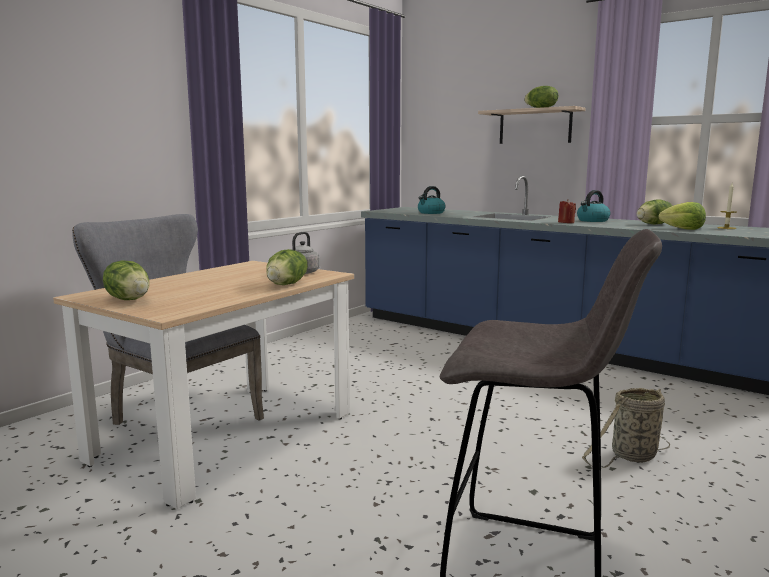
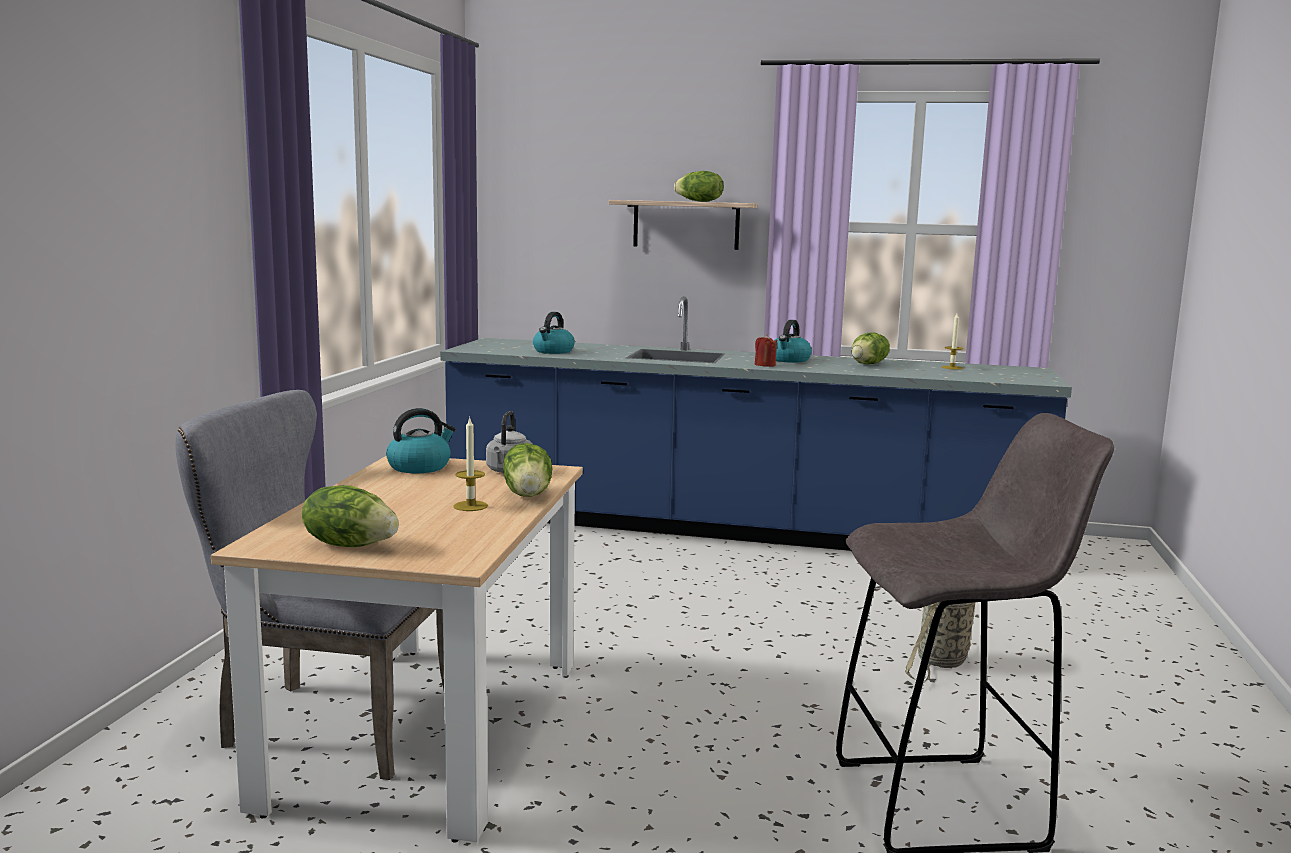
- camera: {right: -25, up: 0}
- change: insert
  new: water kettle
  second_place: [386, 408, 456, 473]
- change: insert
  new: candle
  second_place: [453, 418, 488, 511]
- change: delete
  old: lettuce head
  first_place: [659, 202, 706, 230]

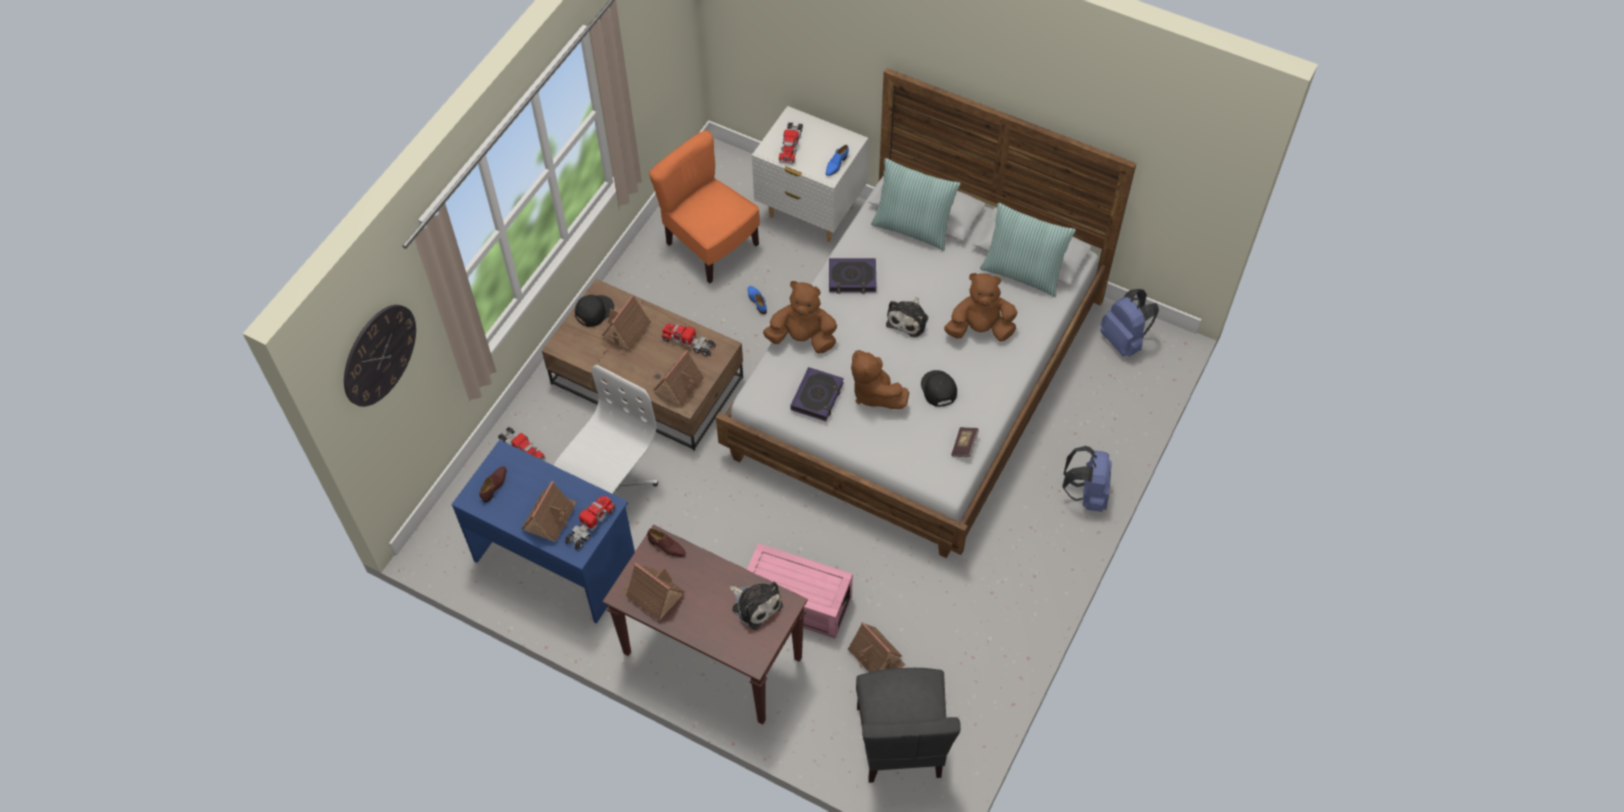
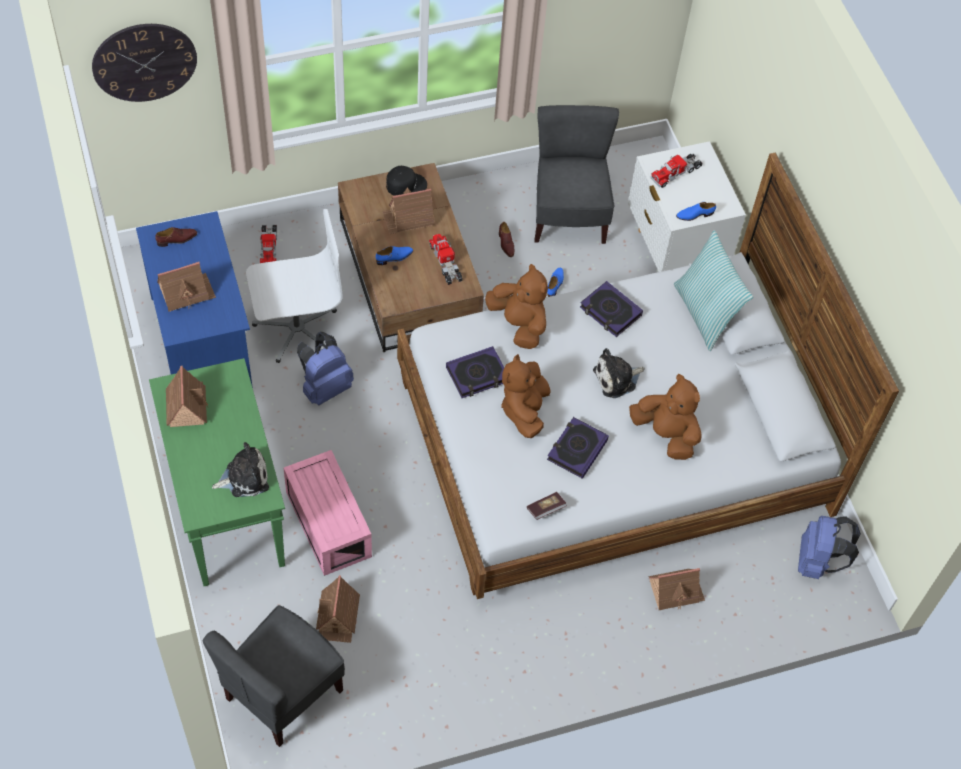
- camera: {right: 40, up: 0}
- change: recolor
  old: brown-coloured narrow table
  new: green-coloured narrow table
  first_place: [602, 525, 808, 724]
  second_place: [149, 358, 285, 586]
- change: rotate
  old: soft toy
  first_place: [730, 582, 783, 630]
  second_place: [212, 442, 269, 497]
  degrees: -105
- change: move
  old: blue-coloured knapsack
  first_place: [1062, 446, 1112, 512]
  second_place: [297, 332, 354, 405]
- change: insert
  new: blue-coloured shoe
  second_place: [376, 246, 413, 265]
- change: move
  old: brown-coloured shoe
  first_place: [647, 528, 686, 557]
  second_place: [499, 222, 514, 257]
- change: recolor
  old: orange-coloured chair
  new: grey chair
  first_place: [649, 130, 760, 283]
  second_place: [535, 105, 619, 244]
- change: replace
  old: black-coloured peaked cap
  new: book
  first_place: [921, 370, 957, 407]
  second_place: [547, 417, 609, 479]
- change: move
  old: miniature house
  first_place: [654, 350, 706, 406]
  second_place: [648, 568, 705, 610]
- change: delete
  old: toy lorry
  first_place: [564, 496, 616, 550]
- change: delete
  old: throw pillow
  first_place: [980, 203, 1076, 297]

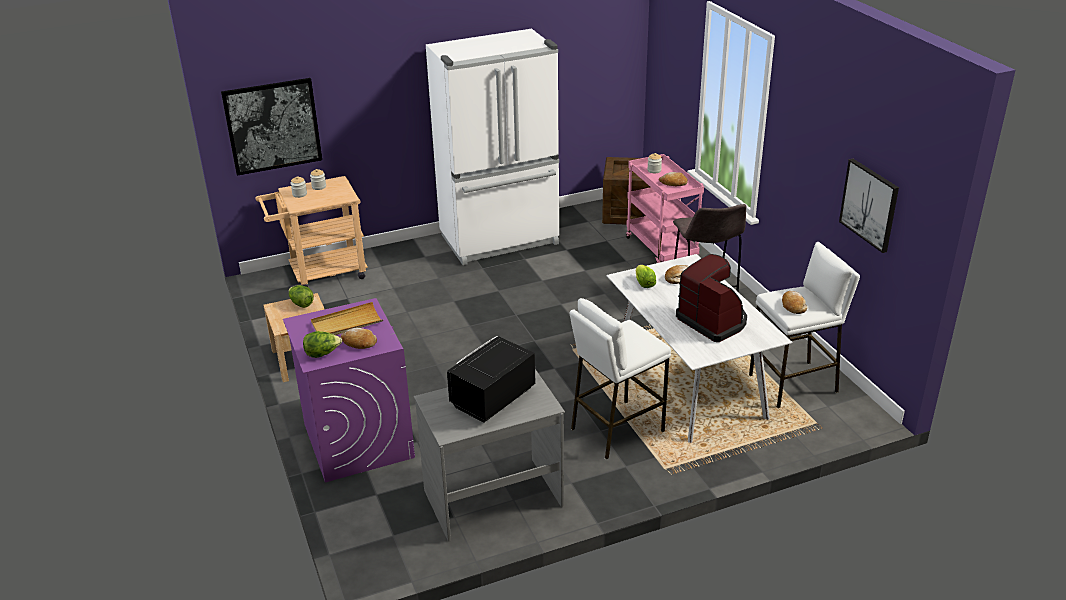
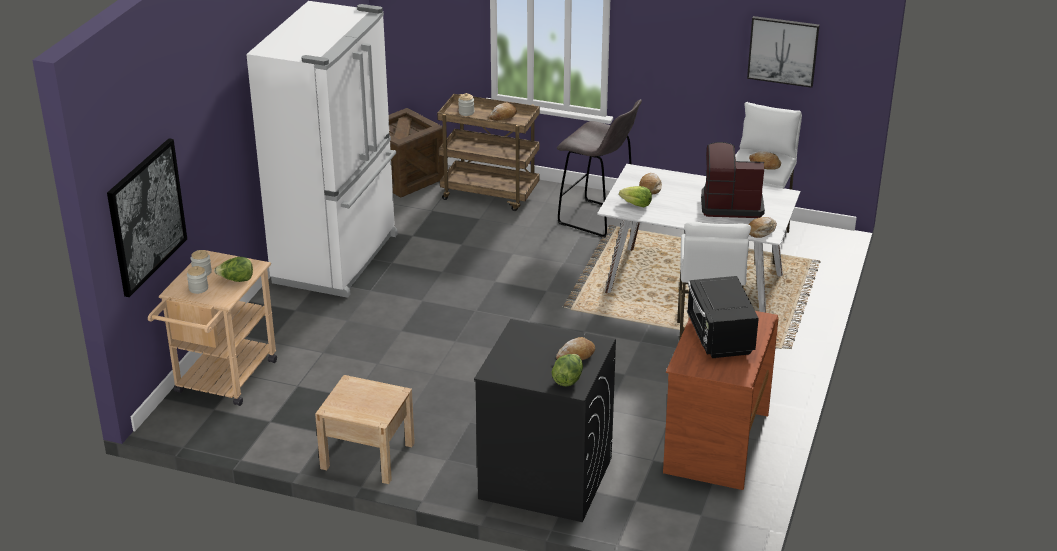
- camera: {right: -50, up: 0}
- change: move
  old: lettuce head
  first_place: [289, 285, 314, 308]
  second_place: [214, 257, 253, 282]
- change: recolor
  old: pink trolley
  new: brown-coloured trolley
  first_place: [626, 154, 704, 263]
  second_place: [437, 94, 540, 211]
- change: recolor
  old: purple washing machine
  new: black-coloured washing machine
  first_place: [283, 298, 415, 482]
  second_place: [474, 319, 616, 522]
- change: recolor
  old: grey desk table
  new: brown-coloured desk table
  first_place: [414, 369, 565, 542]
  second_place: [663, 311, 779, 490]
- change: insert
  new: bread
  second_place: [748, 217, 777, 238]
- change: delete
  old: beige-coloured serving tray
  first_place: [311, 302, 383, 335]

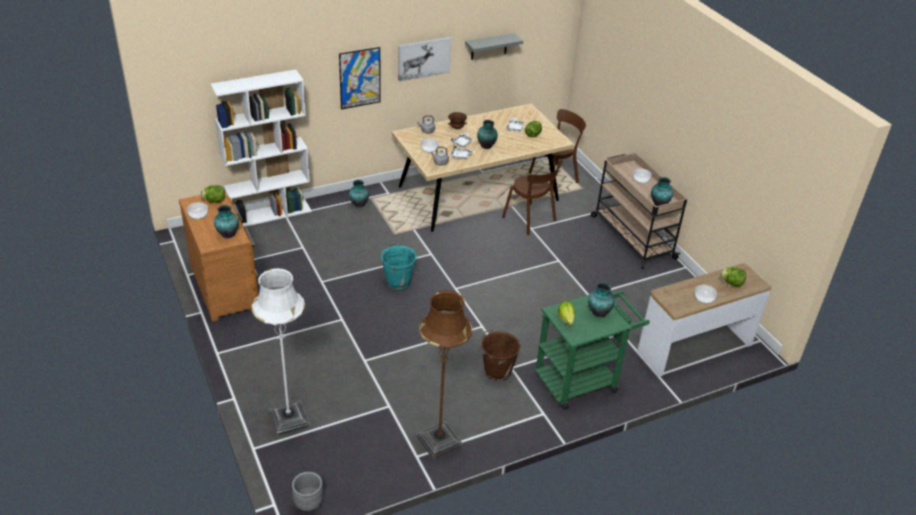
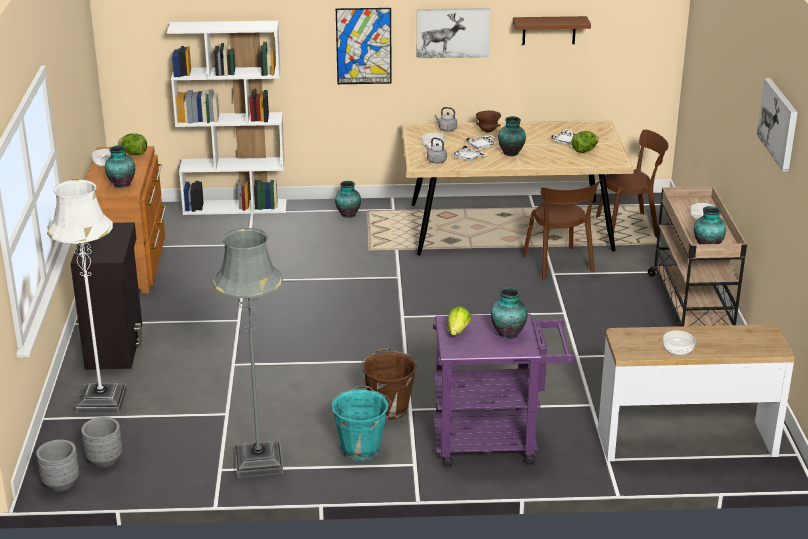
- camera: {right: 25, up: -10}
- change: insert
  new: black-coloured cupboard
  second_place: [70, 222, 143, 370]
- change: insert
  new: grey flower pot
  second_place: [81, 417, 122, 467]
- change: recolor
  old: brown-coloured floor lamp
  new: grey floor lamp
  first_place: [416, 290, 472, 460]
  second_place: [213, 228, 283, 478]
- change: move
  old: turquoise-coloured water bucket
  first_place: [379, 243, 417, 290]
  second_place: [331, 386, 392, 461]
- change: recolor
  old: green-coloured trolley
  new: purple trolley
  first_place: [535, 291, 650, 410]
  second_place: [433, 314, 575, 467]
- change: recolor
  old: grey wall shelf
  new: brown-coloured wall shelf
  first_place: [465, 33, 523, 60]
  second_place: [513, 16, 591, 45]
- change: insert
  new: picture
  second_place: [757, 78, 798, 172]
- change: delete
  old: lettuce head
  first_place: [720, 267, 746, 286]

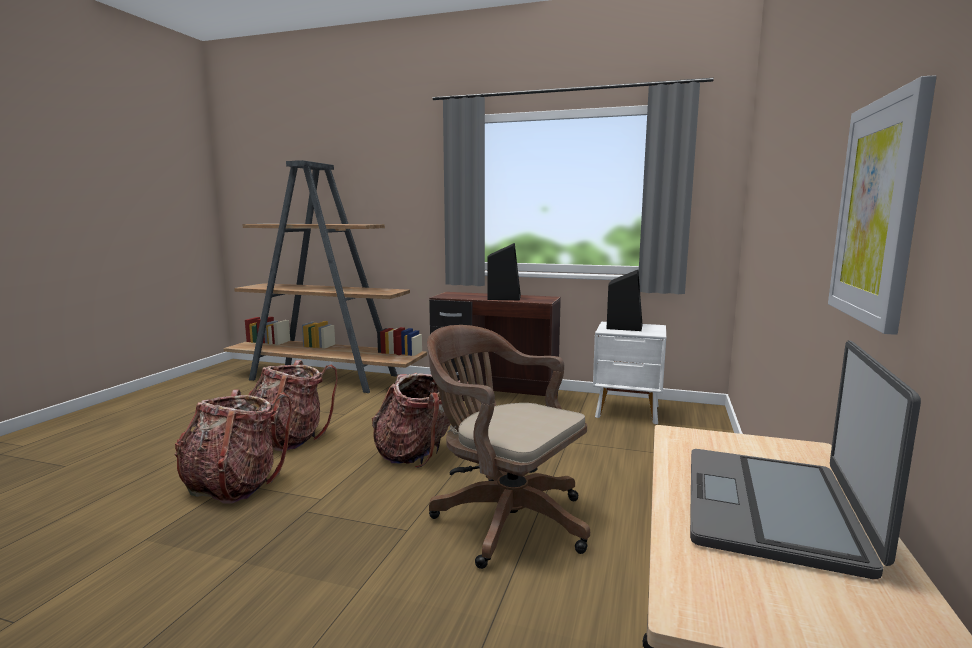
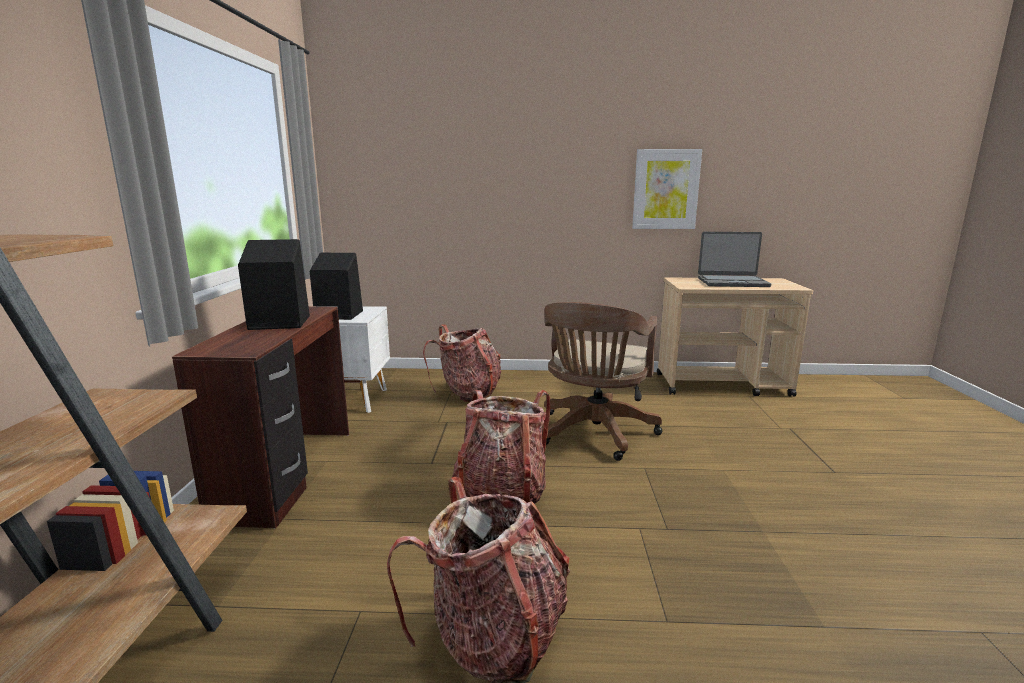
- camera: {right: -105, up: 5}
- change: move
  old: knapsack
  first_place: [174, 389, 292, 504]
  second_place: [423, 324, 502, 402]

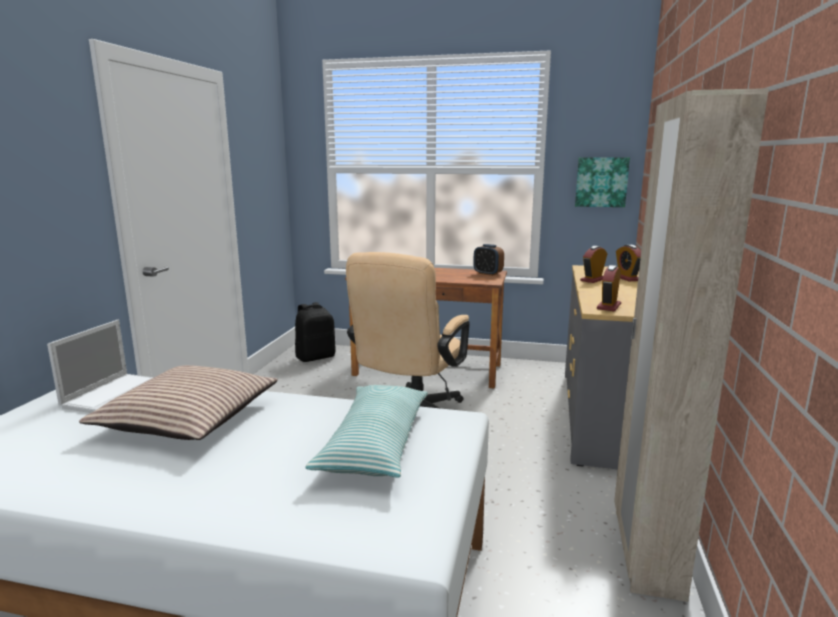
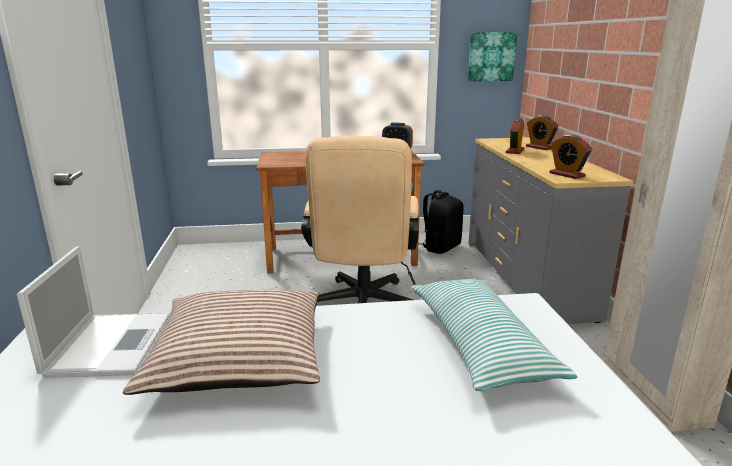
- camera: {right: -20, up: 5}
- change: move
  old: black-coloured knapsack
  first_place: [295, 302, 336, 362]
  second_place: [418, 190, 464, 254]
- change: rotate
  old: alarm clock
  first_place: [597, 265, 621, 311]
  second_place: [549, 135, 592, 179]
  degrees: -45

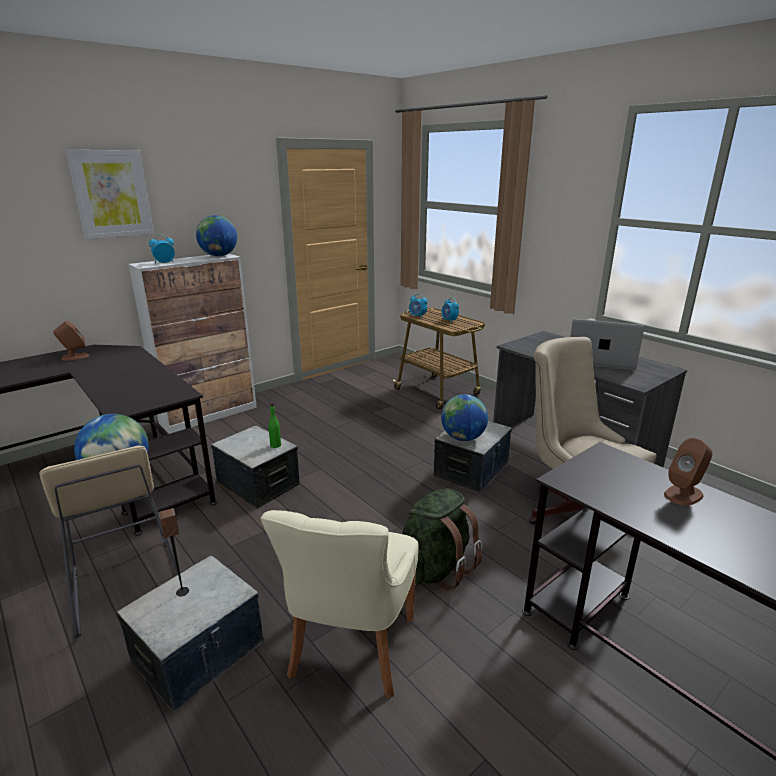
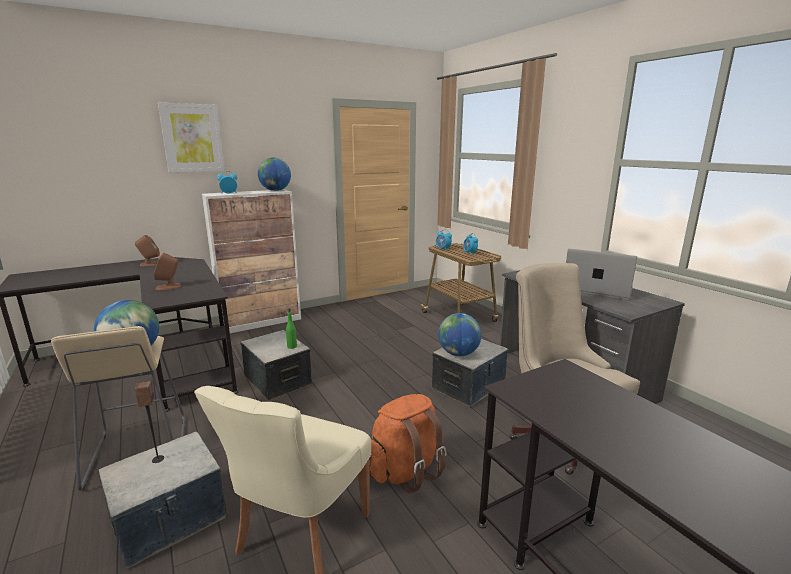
- camera: {right: 10, up: -5}
- change: move
  old: brown-coloured speaker
  first_place: [664, 438, 712, 506]
  second_place: [154, 253, 181, 290]
- change: recolor
  old: green-coloured knapsack
  new: orange-coloured knapsack
  first_place: [403, 489, 483, 591]
  second_place: [369, 394, 447, 493]

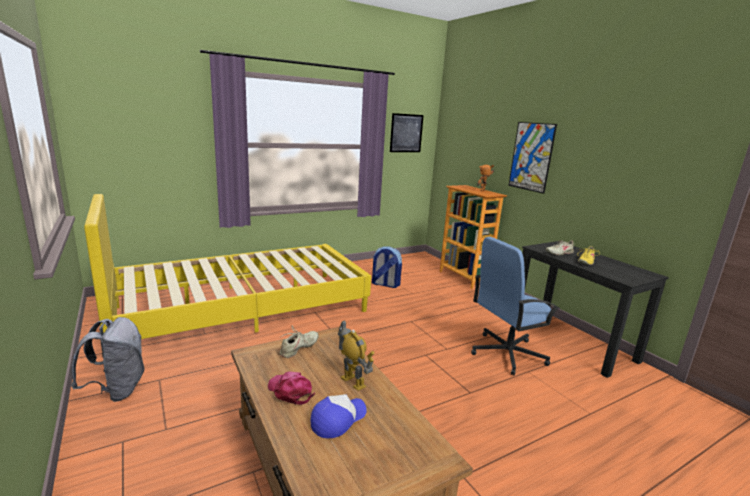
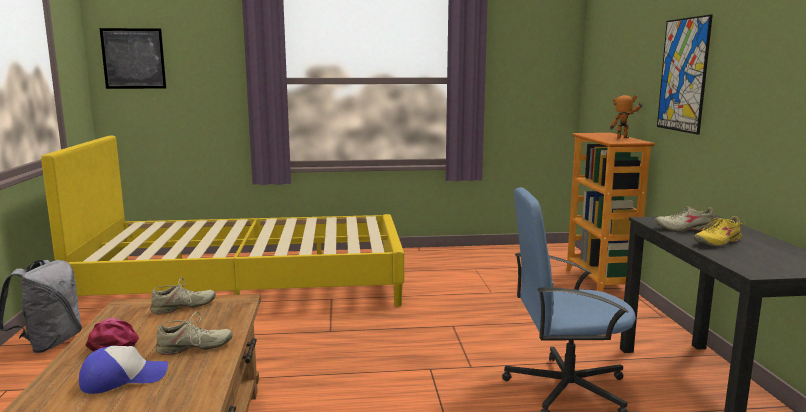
- camera: {right: 25, up: -5}
- change: move
  old: picture
  first_place: [390, 113, 424, 152]
  second_place: [100, 28, 166, 89]
- change: replace
  old: toy robot
  new: beige-coloured shoe
  first_place: [338, 320, 374, 391]
  second_place: [155, 312, 233, 355]
- change: delete
  old: knapsack
  first_place: [372, 246, 402, 288]

